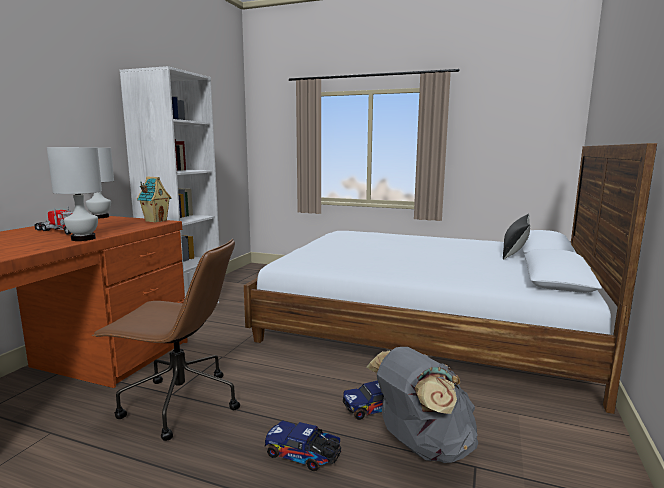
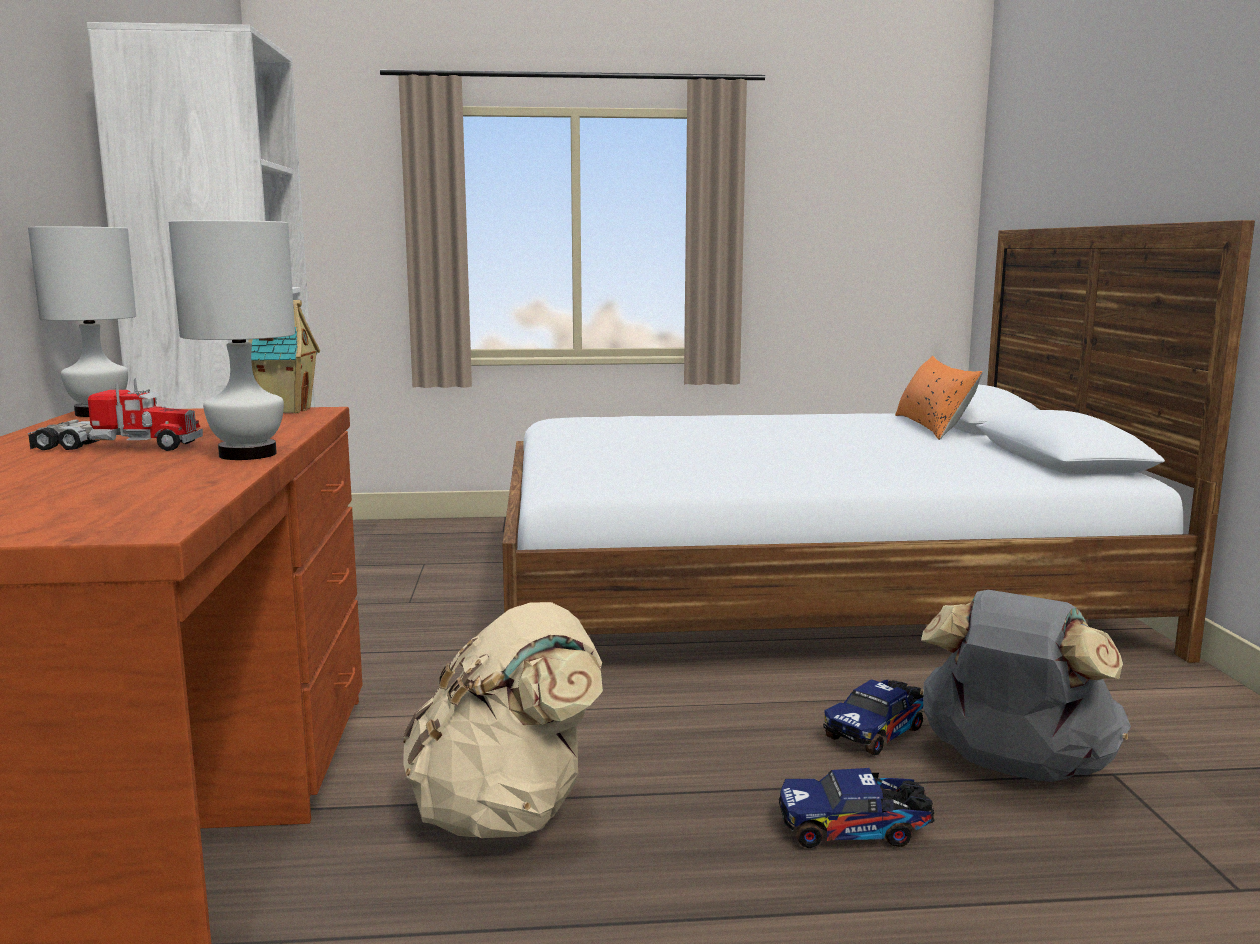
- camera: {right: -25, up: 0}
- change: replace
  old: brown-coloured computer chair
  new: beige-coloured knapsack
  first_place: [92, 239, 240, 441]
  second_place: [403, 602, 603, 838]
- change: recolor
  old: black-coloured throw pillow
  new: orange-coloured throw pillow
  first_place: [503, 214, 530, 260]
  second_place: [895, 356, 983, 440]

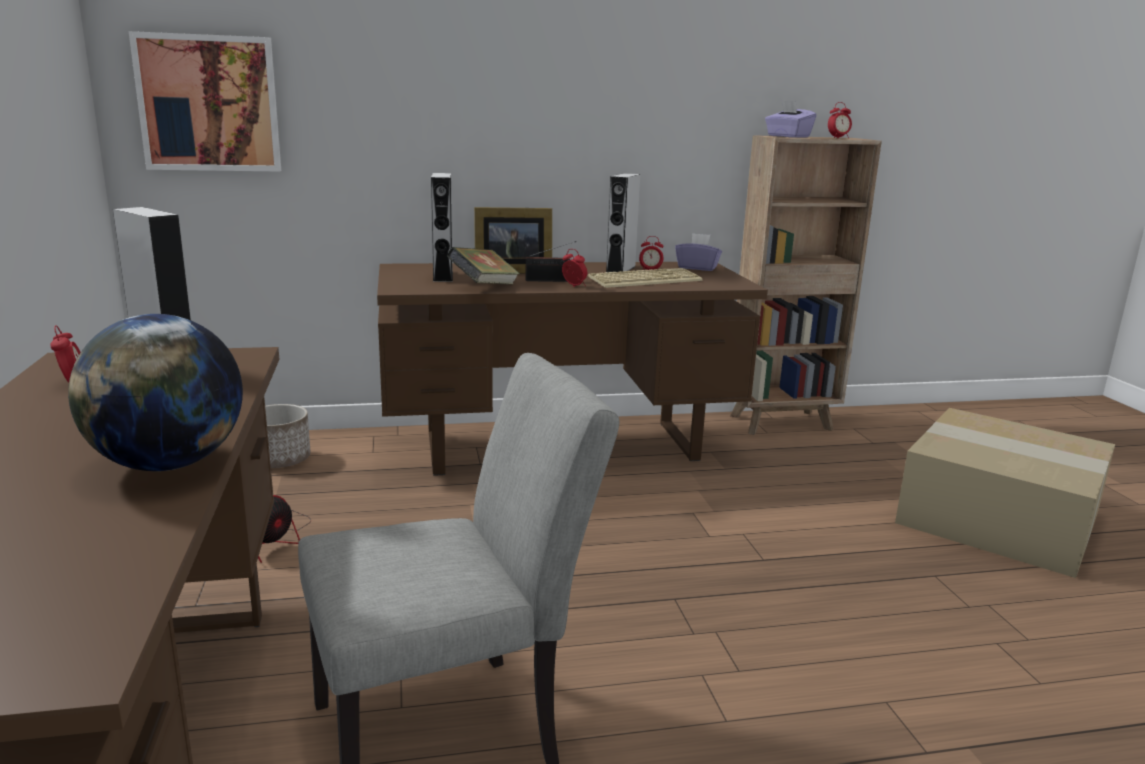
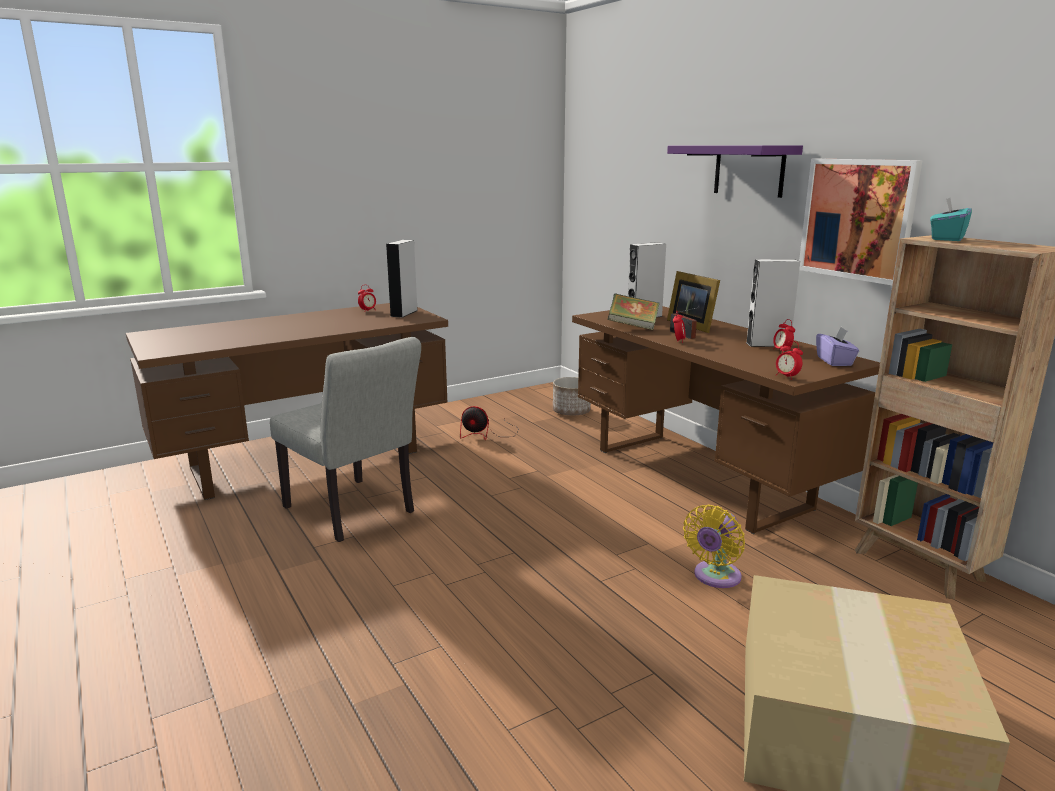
- camera: {right: 70, up: 0}
- change: insert
  new: purple wall shelf
  second_place: [667, 146, 803, 198]
- change: insert
  new: yellow fan
  second_place: [683, 505, 745, 588]
- change: move
  old: alarm clock
  first_place: [828, 102, 852, 138]
  second_place: [776, 341, 803, 380]
- change: move
  old: picture
  first_place: [129, 31, 281, 172]
  second_place: [799, 159, 922, 285]
- change: recolor
  old: purple tissue holder
  new: turquoise-coloured tissue holder
  first_place: [765, 100, 817, 138]
  second_place: [930, 198, 972, 241]
- change: delete
  old: world globe
  first_place: [68, 314, 243, 471]
- change: delete
  old: keyboard
  first_place: [588, 268, 703, 288]

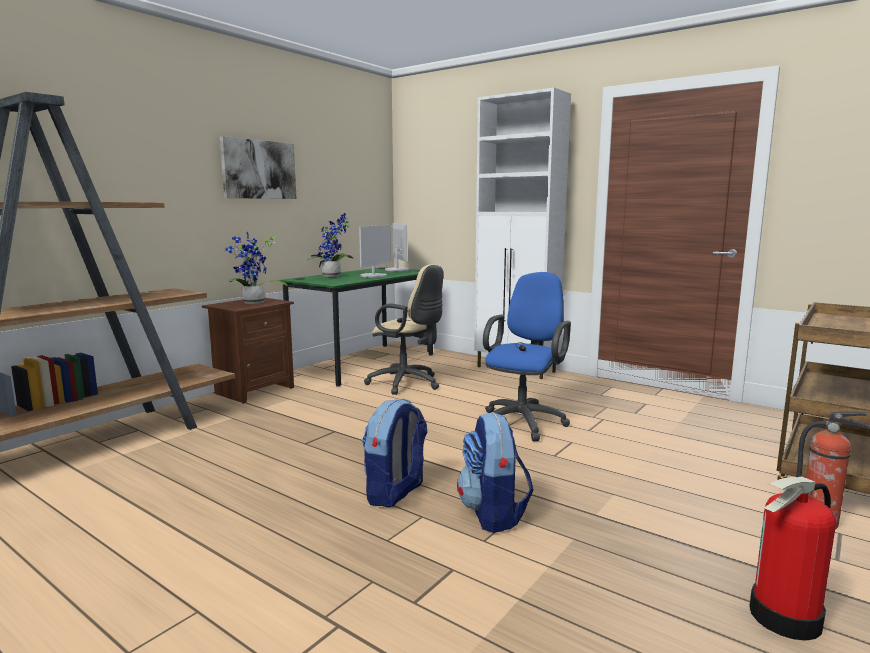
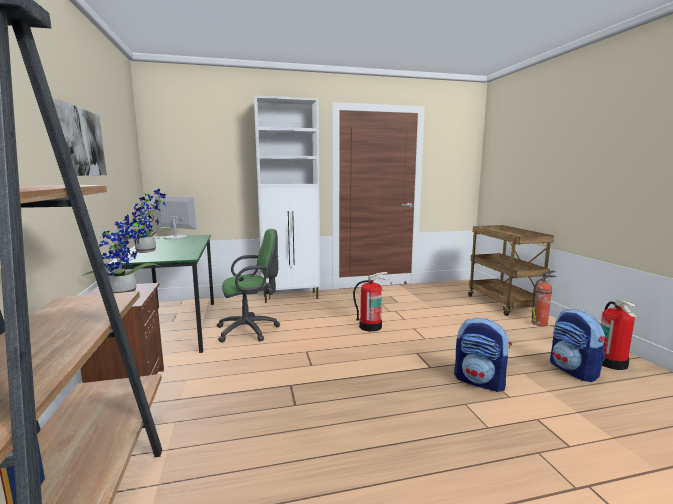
- camera: {right: -50, up: 0}
- change: recolor
  old: beige-coloured computer chair
  new: green-coloured computer chair
  first_place: [364, 264, 443, 395]
  second_place: [217, 229, 280, 343]
- change: replace
  old: blue-coloured computer chair
  new: fire-fighting cylinder
  first_place: [483, 272, 571, 441]
  second_place: [353, 272, 390, 332]
- change: move
  old: knapsack
  first_place: [362, 398, 428, 507]
  second_place: [550, 309, 605, 382]
- change: delete
  old: computer display
  first_place: [359, 225, 392, 278]

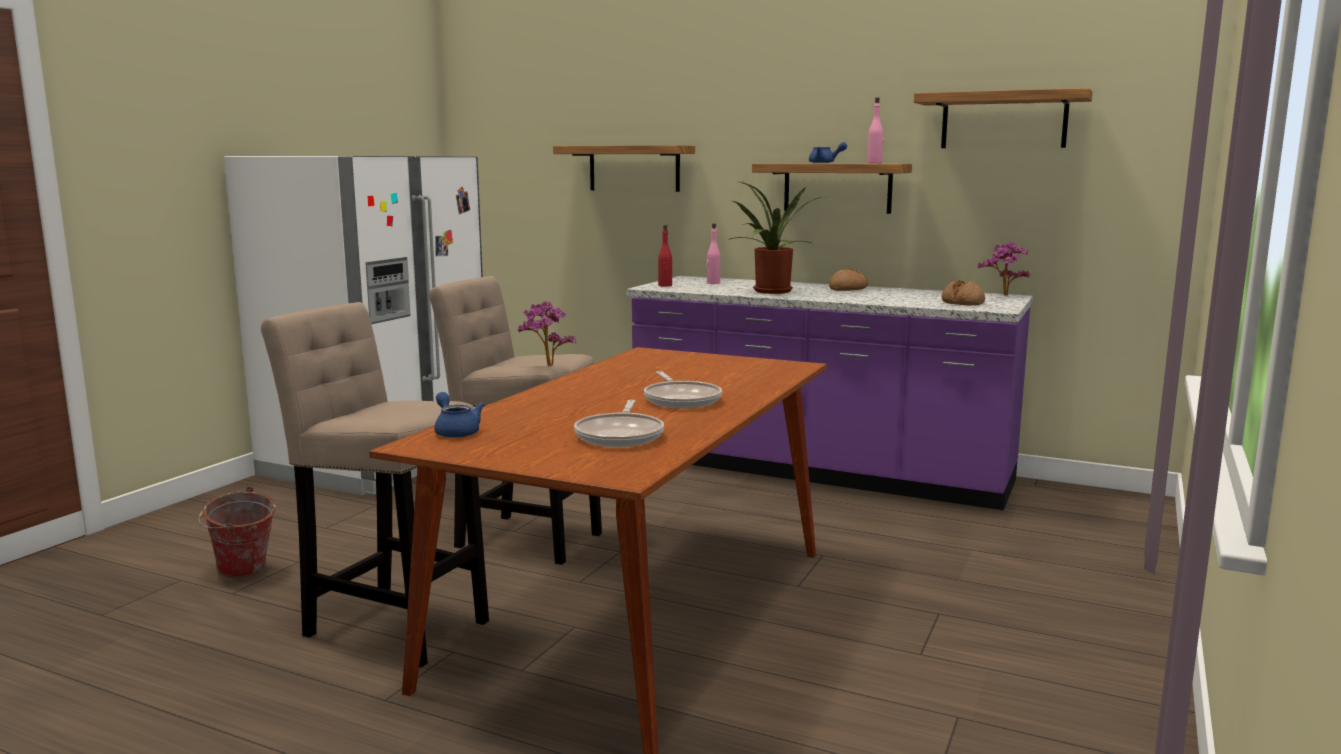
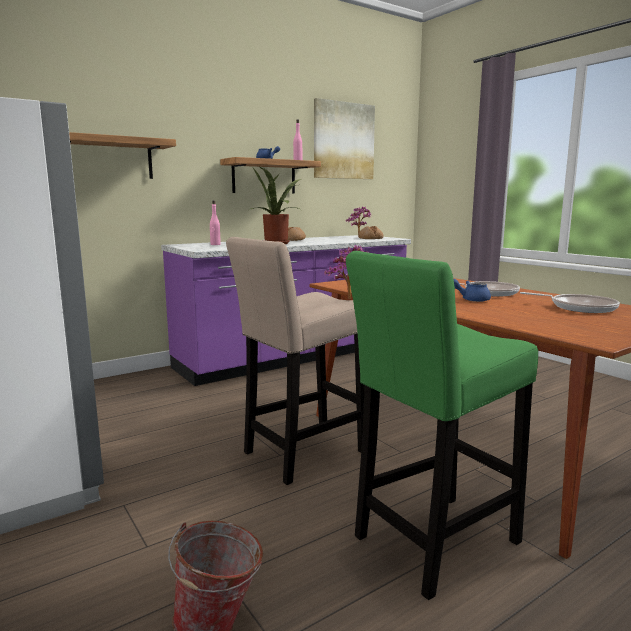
- camera: {right: -60, up: 0}
- change: replace
  old: wall shelf
  new: picture
  first_place: [914, 88, 1092, 148]
  second_place: [314, 98, 375, 179]
- change: recolor
  old: beige-coloured stool seat
  new: green-coloured stool seat
  first_place: [261, 302, 489, 668]
  second_place: [346, 251, 538, 600]
- change: move
  old: blue-coloured tea pot
  first_place: [434, 392, 484, 438]
  second_place: [454, 279, 491, 302]
- change: delete
  old: reddish beverage bottle
  first_place: [658, 225, 672, 287]

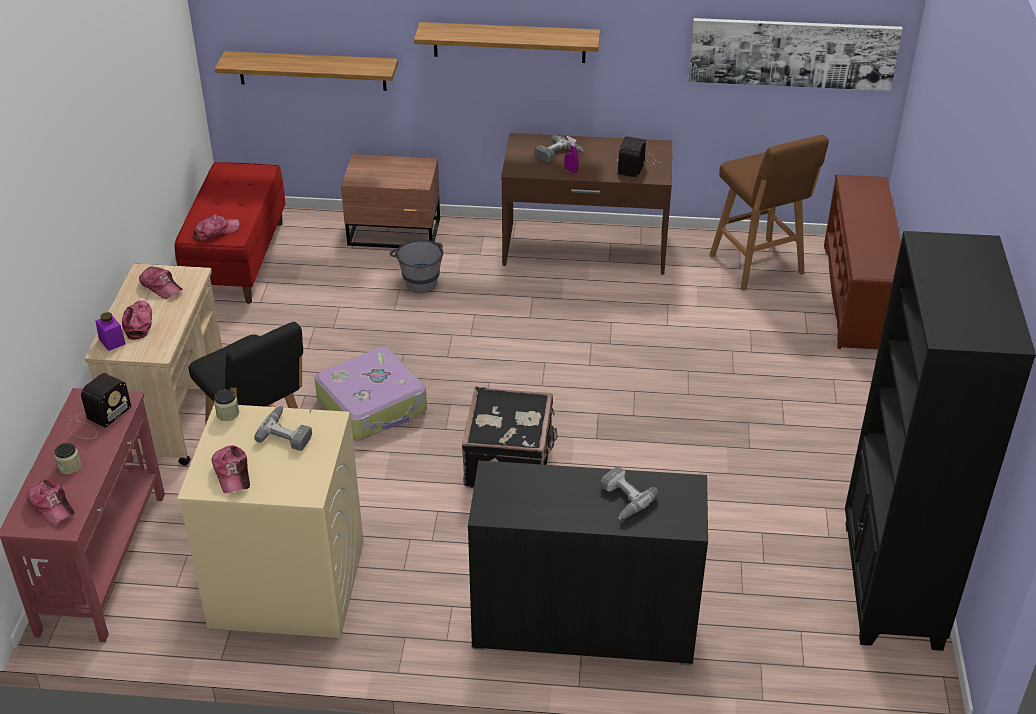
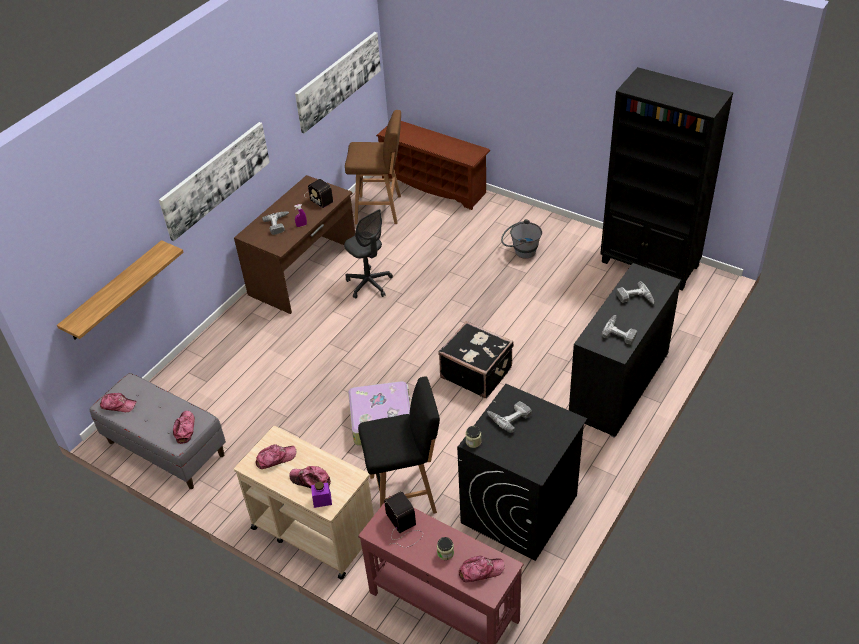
- camera: {right: -60, up: 5}
- change: recolor
  old: reddish long seat
  new: grey long seat
  first_place: [175, 162, 286, 304]
  second_place: [90, 373, 226, 489]
- change: move
  old: peaked cap
  first_place: [211, 445, 250, 493]
  second_place: [100, 393, 137, 412]
- change: replace
  old: wall shelf
  new: picture
  first_place: [414, 22, 600, 63]
  second_place: [159, 122, 270, 241]
- change: insert
  new: grey computer chair
  second_place: [344, 209, 393, 298]
- change: recolor
  old: beige-coloured washing machine
  new: black-coloured washing machine
  first_place: [177, 404, 364, 638]
  second_place: [457, 384, 587, 561]
- change: move
  old: grey water bucket
  first_place: [390, 239, 443, 293]
  second_place: [501, 219, 542, 259]
- change: insert
  new: electric drill
  second_place: [602, 315, 637, 345]
- change: delete
  old: brown-coloured night table
  first_place: [341, 154, 440, 248]

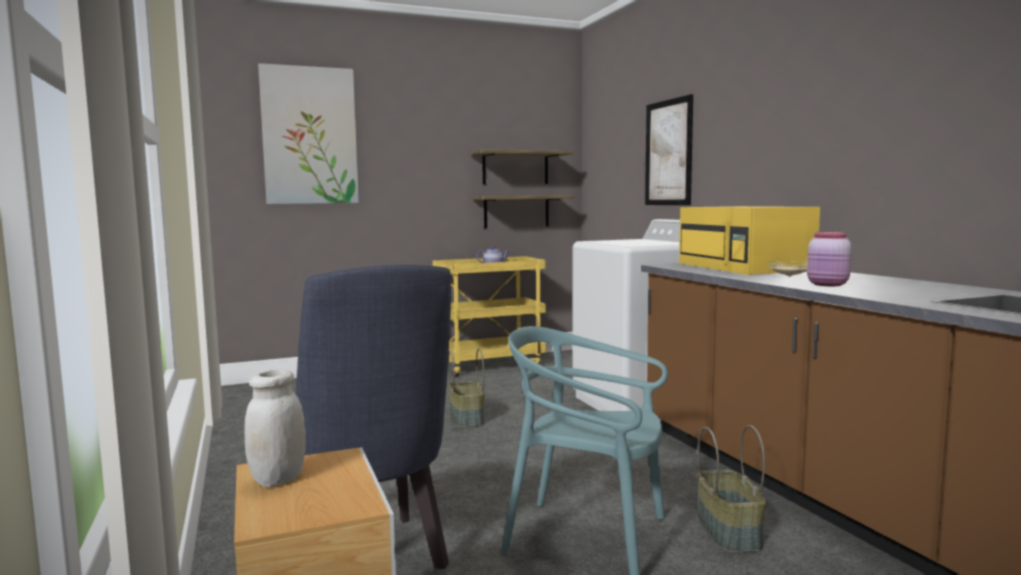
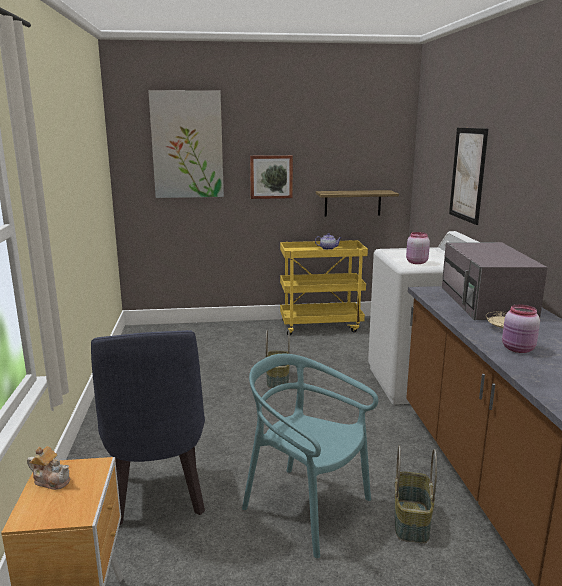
- camera: {right: 15, up: 10}
- change: replace
  old: white-coloured preserve jar
  new: tea pot
  first_place: [244, 369, 306, 487]
  second_place: [27, 446, 70, 490]
- change: insert
  new: picture
  second_place: [250, 155, 293, 199]
- change: insert
  new: pink preserve jar
  second_place: [406, 232, 430, 264]
- change: recolor
  old: yellow microwave oven
  new: grey microwave oven
  first_place: [679, 206, 820, 275]
  second_place: [442, 242, 548, 320]
- change: delete
  old: wall shelf
  first_place: [471, 149, 573, 184]

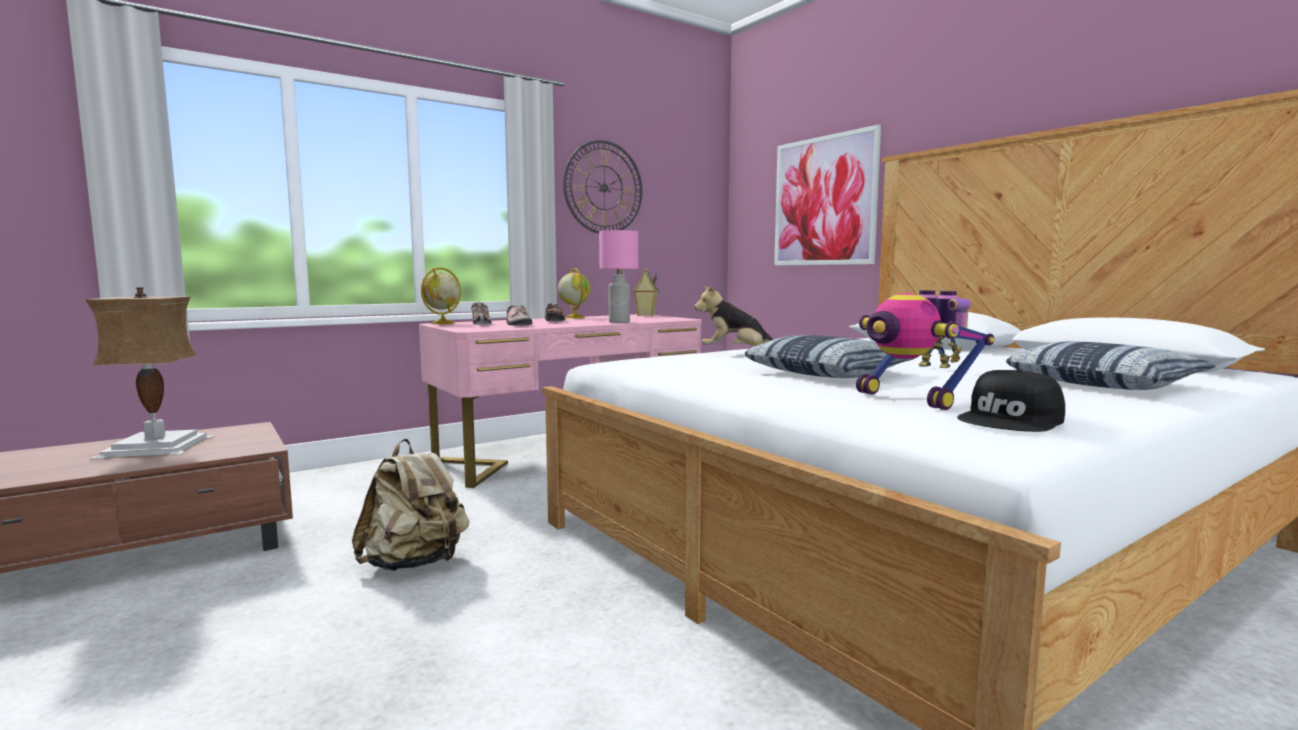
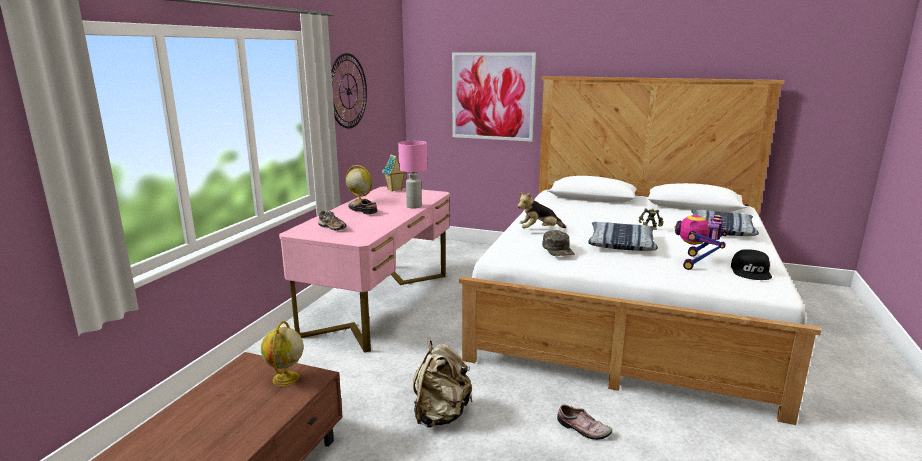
- camera: {right: -35, up: 10}
- change: move
  old: world globe
  first_place: [421, 267, 461, 324]
  second_place: [261, 321, 304, 386]
- change: insert
  new: green-coloured peaked cap
  second_place: [542, 230, 575, 256]
- change: move
  old: shoe
  first_place: [506, 306, 532, 325]
  second_place: [557, 405, 612, 440]
- change: rotate
  old: toy robot
  first_place: [856, 290, 994, 410]
  second_place: [674, 215, 728, 270]
  degrees: 90
- change: delete
  old: table lamp
  first_place: [85, 287, 215, 460]

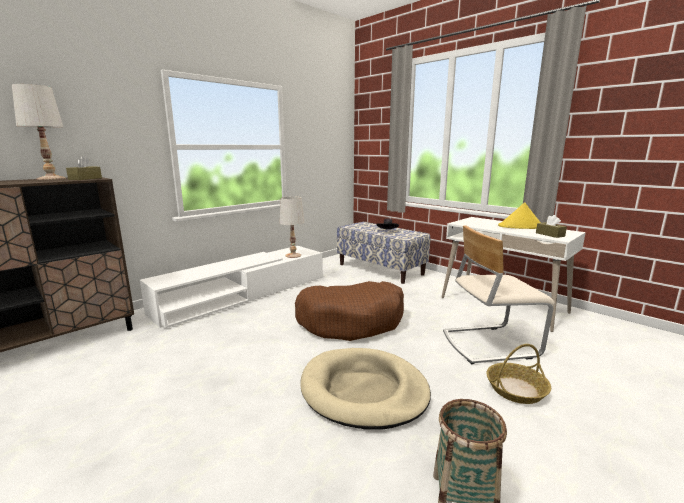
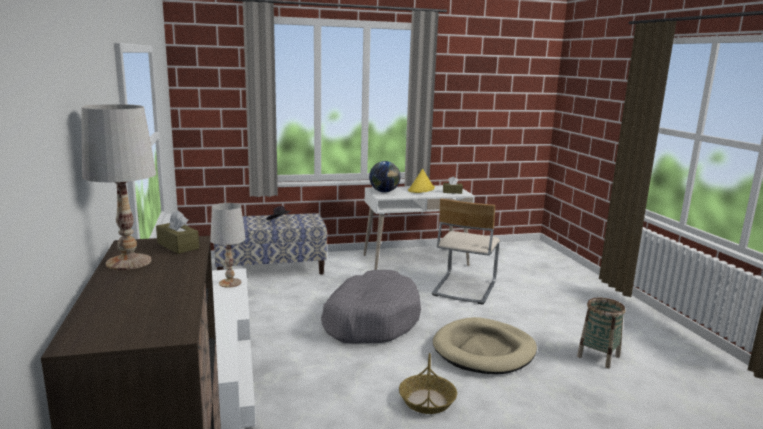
- camera: {right: -60, up: 0}
- change: recolor
  old: brown-coloured dog bed
  new: grey dog bed
  first_place: [295, 281, 404, 341]
  second_place: [321, 270, 421, 344]
- change: insert
  new: world globe
  second_place: [369, 161, 400, 192]
- change: move
  old: basket
  first_place: [486, 344, 551, 404]
  second_place: [399, 353, 457, 414]

